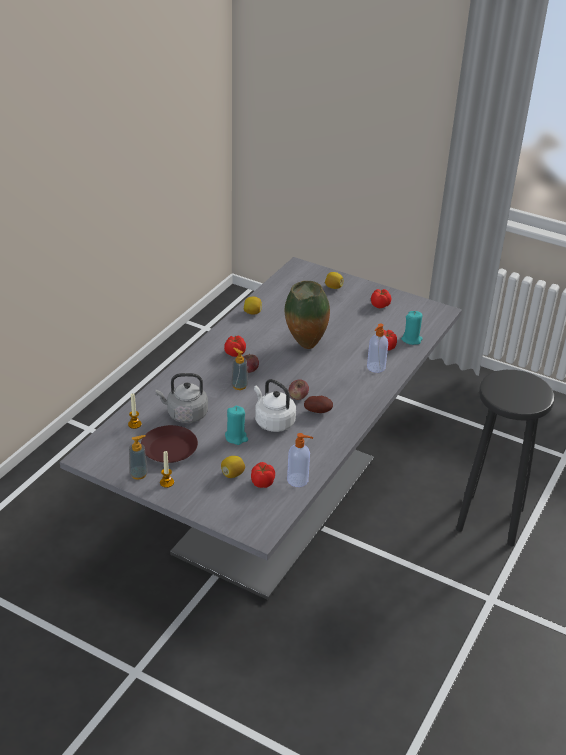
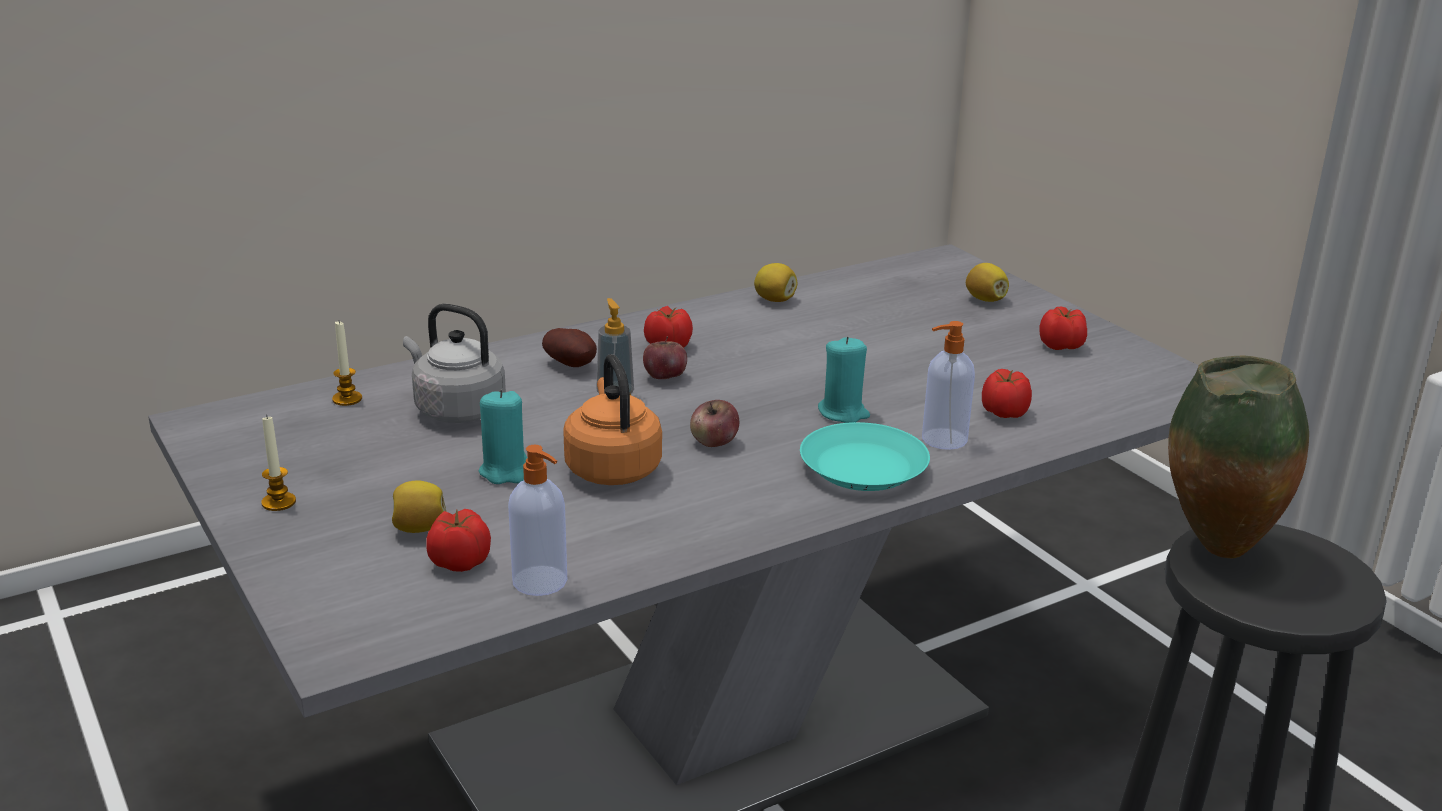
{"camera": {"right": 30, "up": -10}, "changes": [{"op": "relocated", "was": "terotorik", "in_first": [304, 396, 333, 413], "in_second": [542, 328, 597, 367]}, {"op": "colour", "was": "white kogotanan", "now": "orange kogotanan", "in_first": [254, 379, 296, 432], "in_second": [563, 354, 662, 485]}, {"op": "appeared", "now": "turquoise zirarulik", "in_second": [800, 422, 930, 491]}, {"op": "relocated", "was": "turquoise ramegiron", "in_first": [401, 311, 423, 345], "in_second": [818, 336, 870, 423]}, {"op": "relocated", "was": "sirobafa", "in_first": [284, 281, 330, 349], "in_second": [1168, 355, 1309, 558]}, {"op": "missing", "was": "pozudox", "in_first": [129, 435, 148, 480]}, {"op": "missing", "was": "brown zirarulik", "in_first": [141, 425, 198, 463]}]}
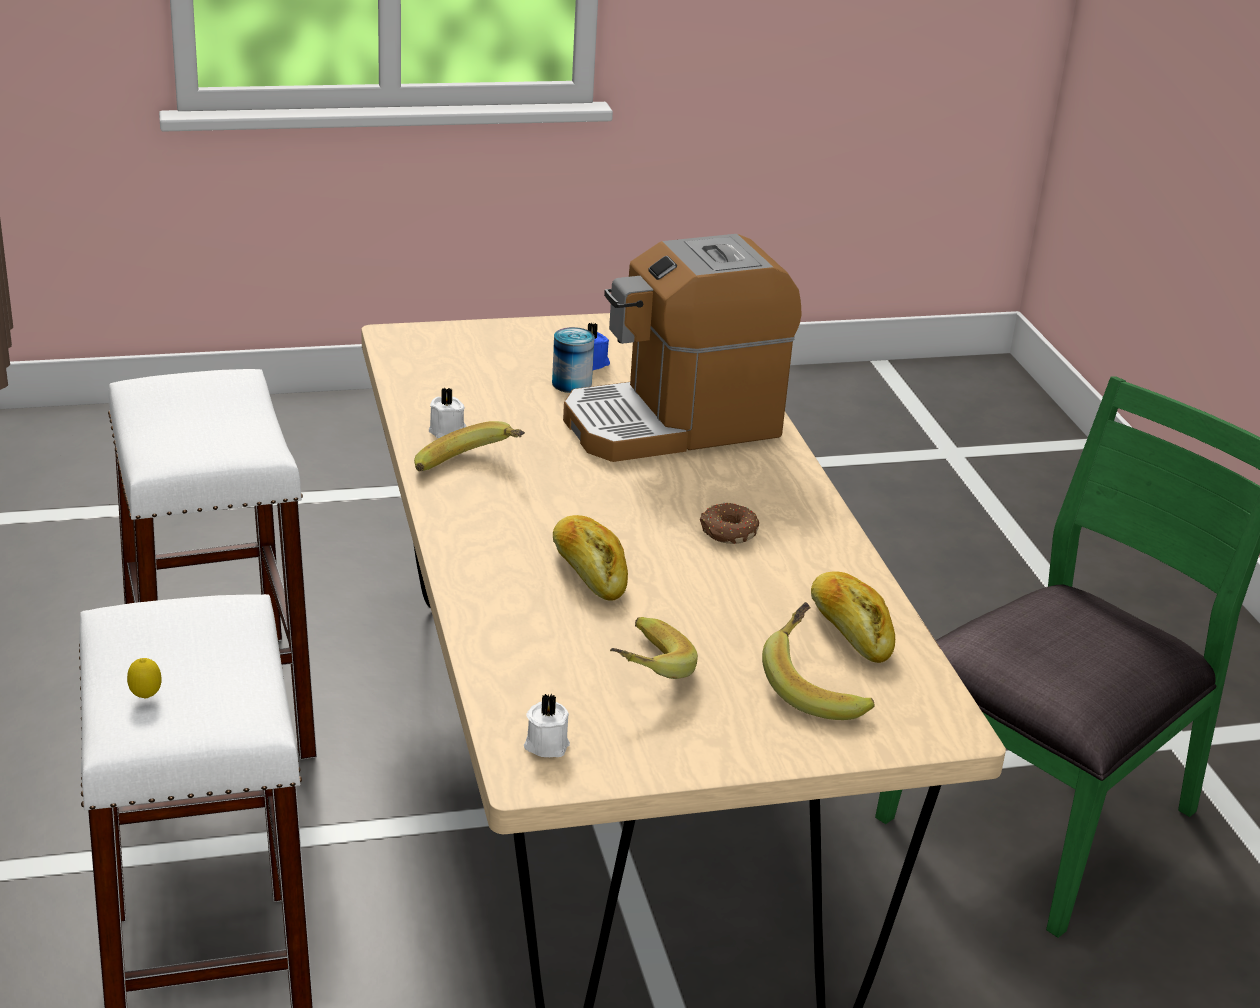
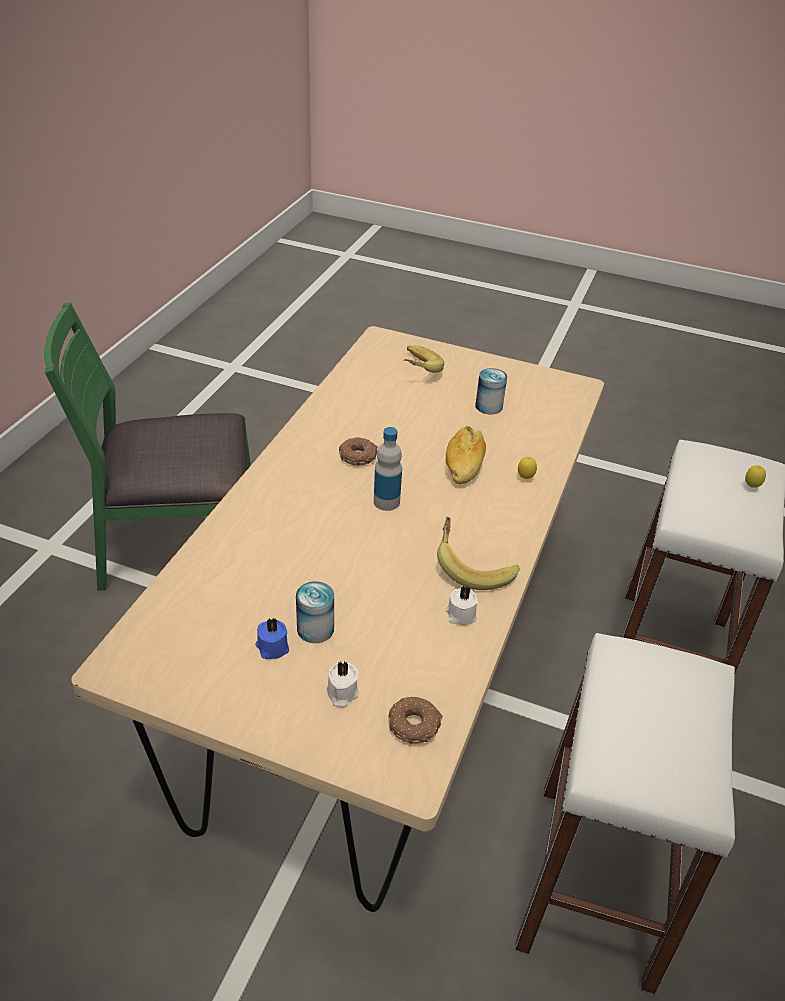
{"camera": {"right": -145, "up": 10}, "changes": [{"op": "relocated", "was": "white ramegiron", "in_first": [524, 694, 570, 757], "in_second": [326, 661, 359, 708]}, {"op": "appeared", "now": "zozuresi", "in_second": [374, 427, 402, 511]}, {"op": "appeared", "now": "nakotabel", "in_second": [388, 696, 443, 744]}, {"op": "exchanged", "was": "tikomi", "now": "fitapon", "in_first": [610, 617, 698, 679], "in_second": [475, 368, 507, 415]}, {"op": "appeared", "now": "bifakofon", "in_second": [518, 456, 537, 479]}, {"op": "missing", "was": "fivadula", "in_first": [563, 234, 802, 462]}, {"op": "missing", "was": "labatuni", "in_first": [811, 571, 895, 663]}]}
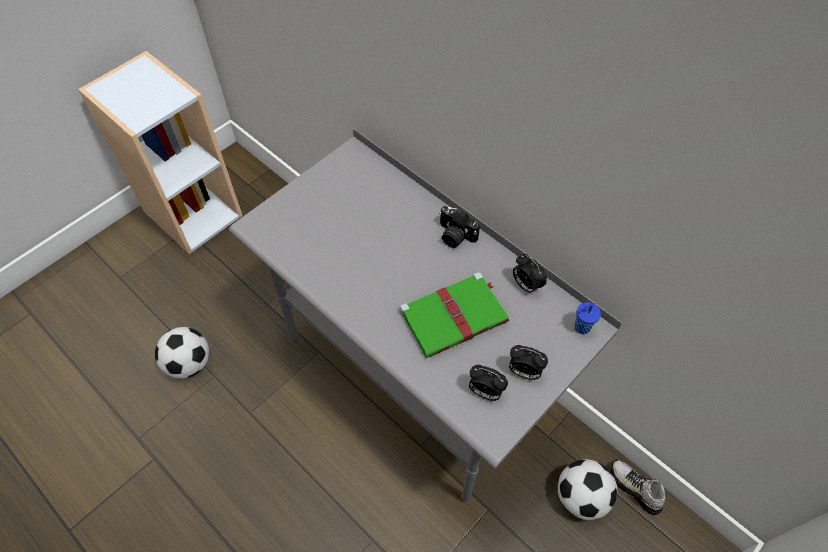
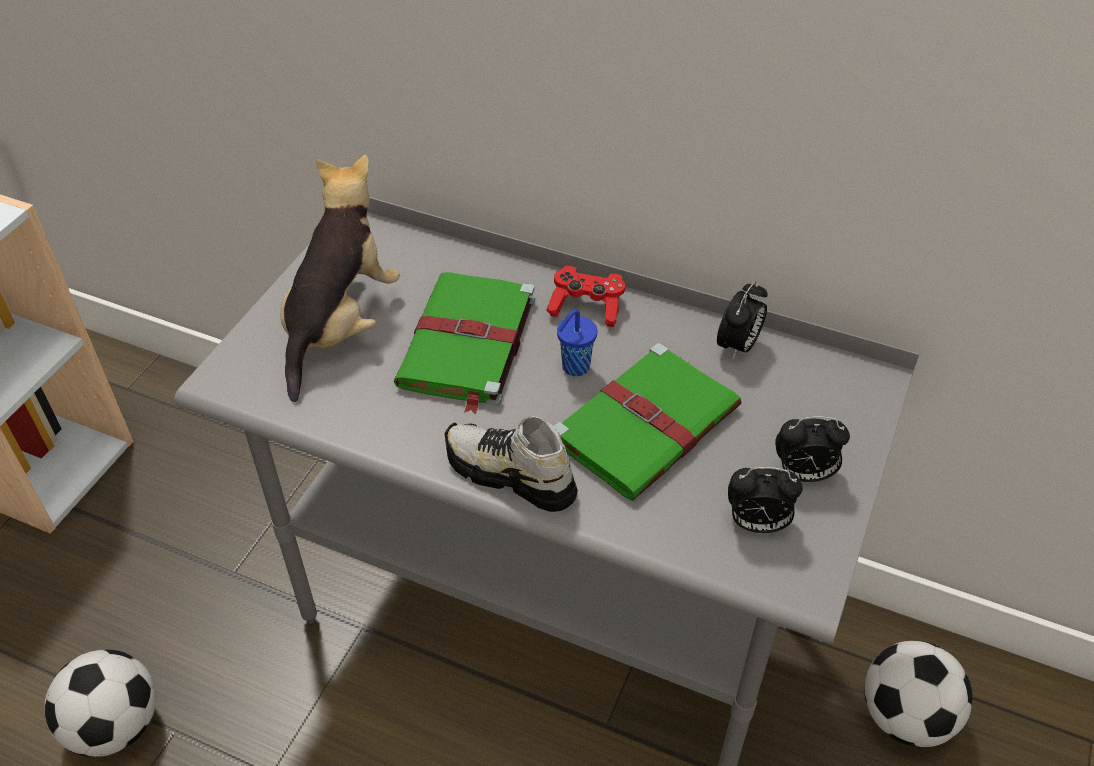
{"camera": {"right": -20, "up": -10}, "changes": [{"op": "appeared", "now": "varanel", "in_second": [280, 155, 400, 402]}, {"op": "appeared", "now": "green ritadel", "in_second": [393, 272, 535, 415]}, {"op": "relocated", "was": "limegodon", "in_first": [610, 459, 665, 515], "in_second": [445, 416, 578, 512]}, {"op": "exchanged", "was": "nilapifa", "now": "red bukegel", "in_first": [439, 206, 480, 248], "in_second": [546, 266, 625, 327]}, {"op": "relocated", "was": "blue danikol", "in_first": [574, 302, 601, 334], "in_second": [557, 309, 597, 376]}, {"op": "spun", "was": "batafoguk", "in_first": [513, 254, 547, 294], "in_second": [717, 281, 767, 360], "clockwise": -90}]}
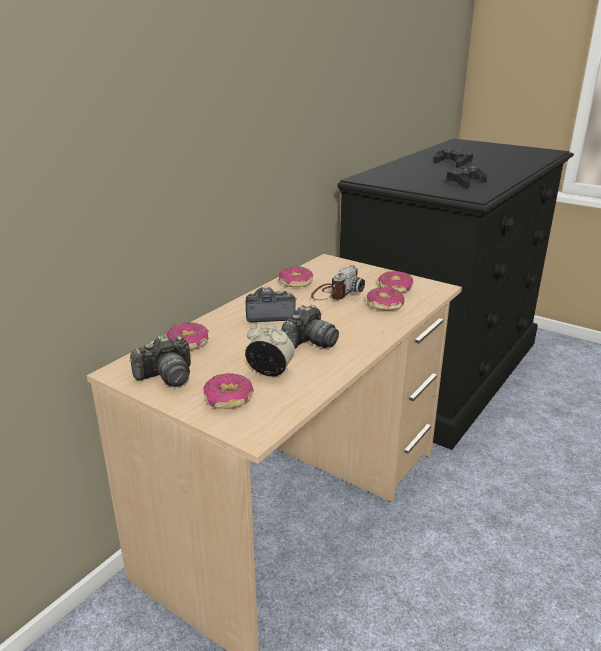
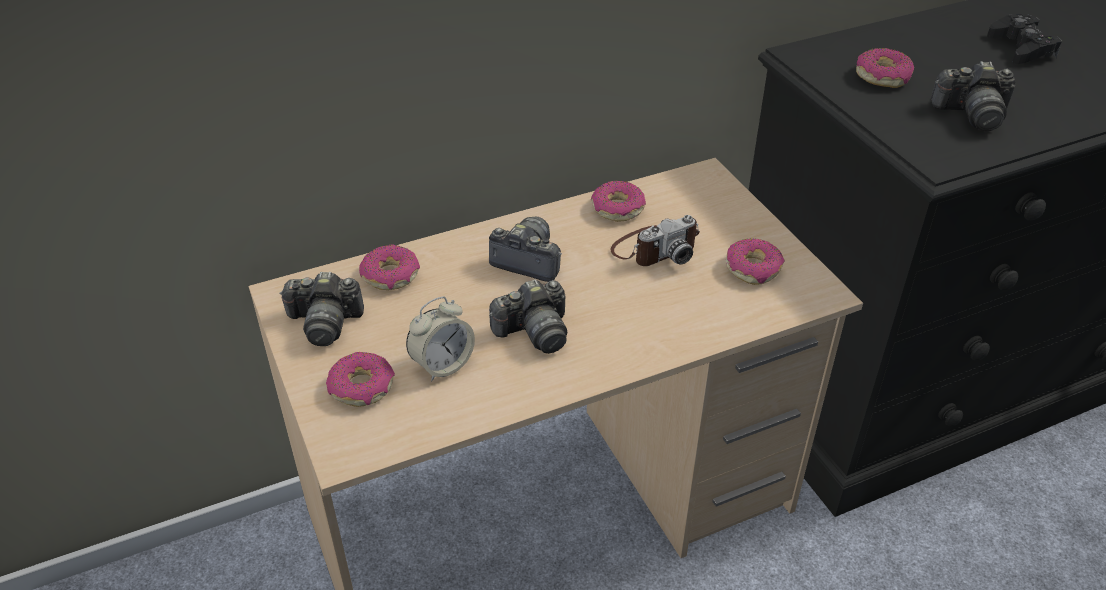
{"camera": {"right": 30, "up": 15}, "changes": [{"op": "spun", "was": "batafoguk", "in_first": [245, 322, 295, 376], "in_second": [406, 296, 475, 381], "clockwise": 90}, {"op": "relocated", "was": "nakotabel", "in_first": [367, 287, 405, 311], "in_second": [856, 48, 914, 88]}, {"op": "exchanged", "was": "black bukegel", "now": "nilapifa", "in_first": [445, 167, 487, 189], "in_second": [931, 61, 1015, 131]}]}
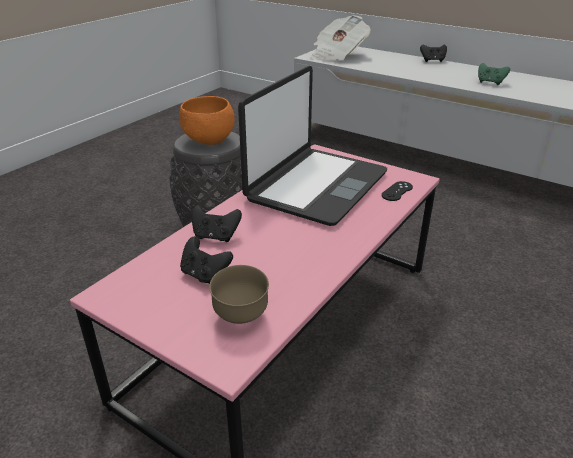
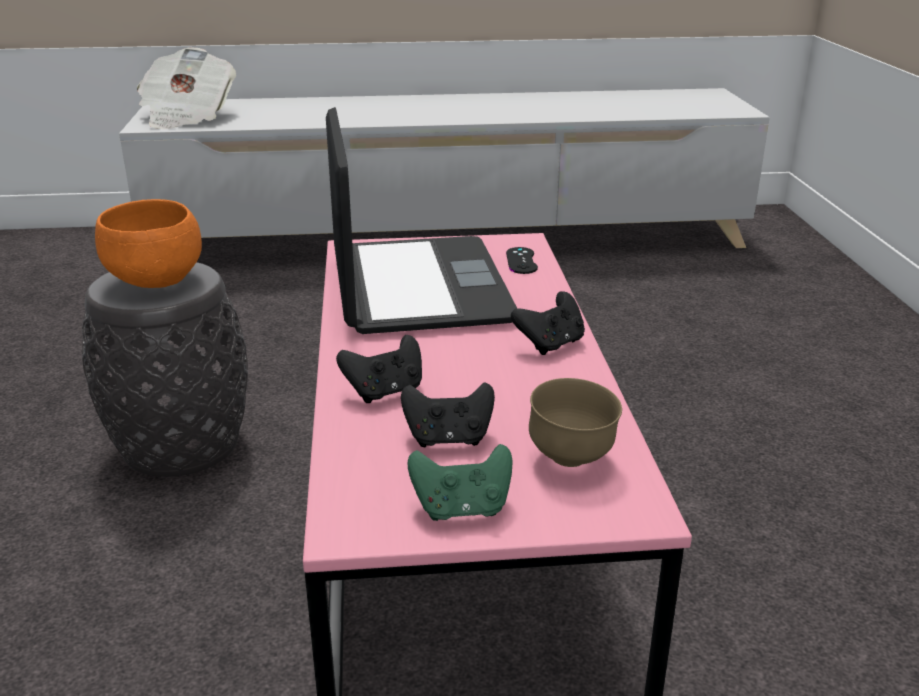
{"camera": {"right": -40, "up": -5}, "changes": [{"op": "relocated", "was": "green bukegel", "in_first": [478, 63, 510, 85], "in_second": [408, 444, 513, 521]}, {"op": "relocated", "was": "black bukegel", "in_first": [420, 45, 447, 62], "in_second": [511, 291, 585, 355]}]}
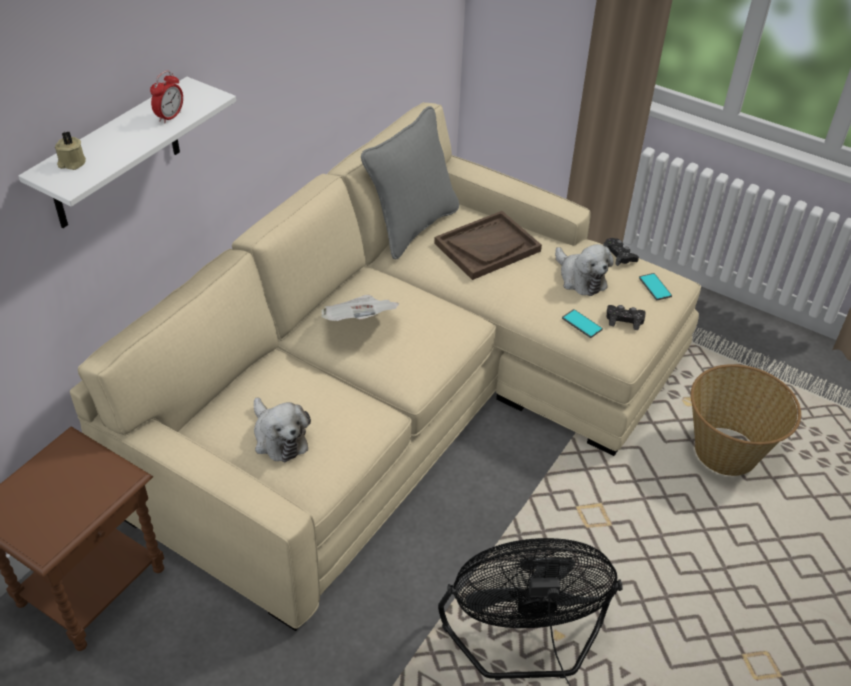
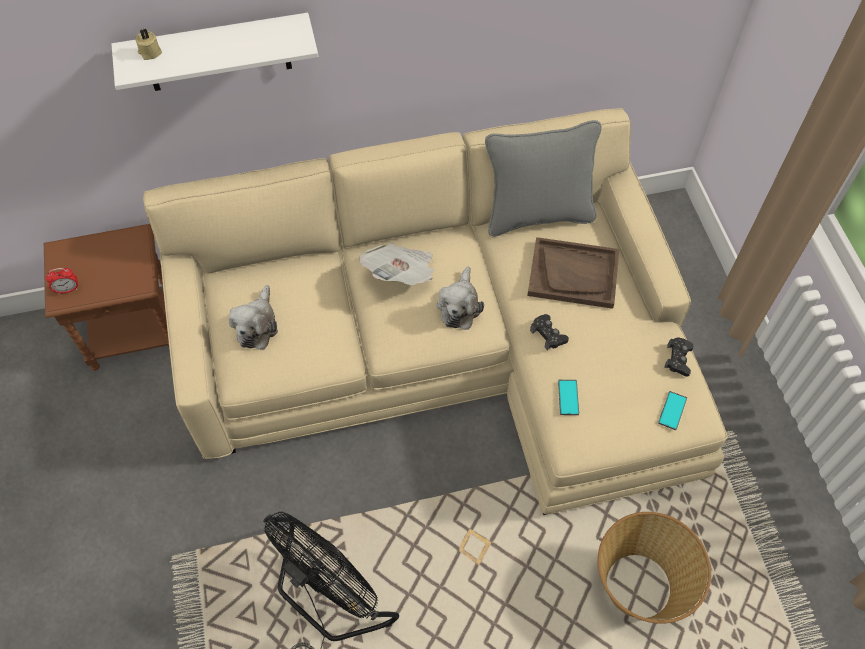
{"camera": {"right": 45, "up": 15}, "changes": [{"op": "relocated", "was": "batafoguk", "in_first": [150, 71, 183, 124], "in_second": [46, 268, 78, 294]}, {"op": "relocated", "was": "varanel", "in_first": [555, 244, 614, 296], "in_second": [436, 267, 484, 330]}, {"op": "relocated", "was": "black bukegel", "in_first": [606, 305, 646, 330], "in_second": [530, 314, 569, 350]}]}
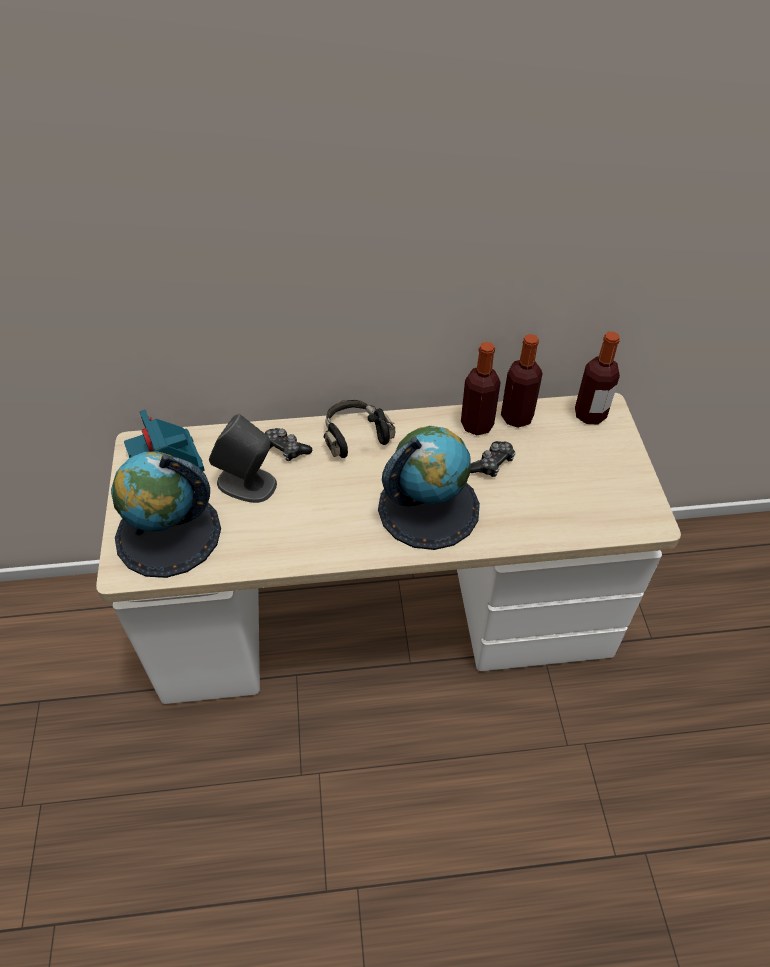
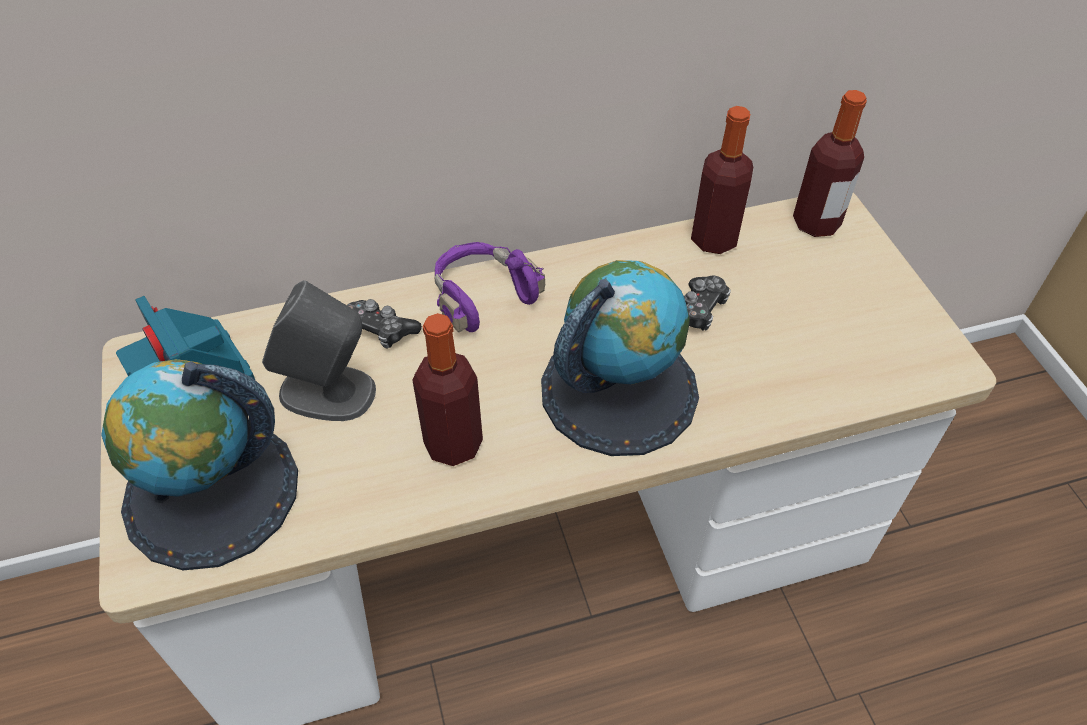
{"camera": {"right": -10, "up": 0}, "changes": [{"op": "relocated", "was": "zozuresi", "in_first": [461, 342, 501, 435], "in_second": [412, 313, 483, 466]}, {"op": "colour", "was": "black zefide", "now": "purple zefide", "in_first": [323, 400, 395, 458], "in_second": [434, 242, 545, 332]}]}
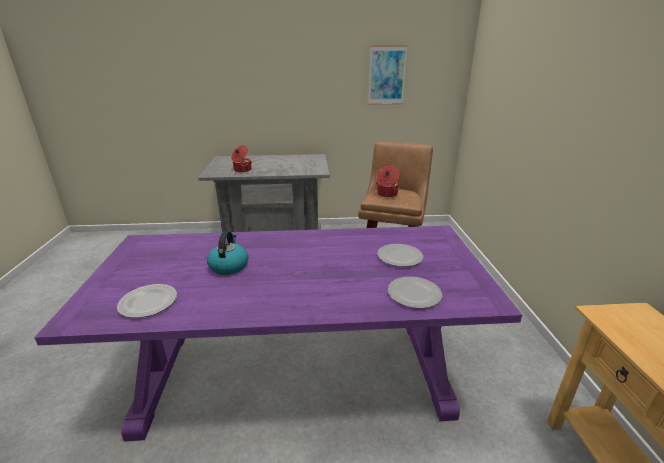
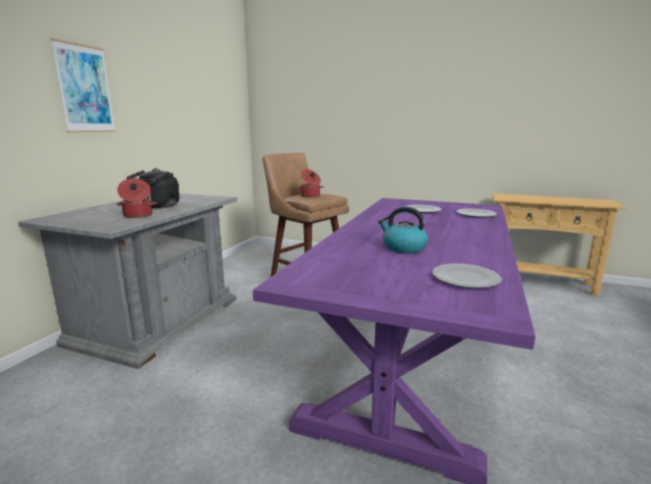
{"camera": {"right": -65, "up": -10}, "changes": [{"op": "relocated", "was": "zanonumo", "in_first": [368, 46, 407, 105], "in_second": [51, 38, 116, 132]}, {"op": "appeared", "now": "black kogotanan", "in_second": [127, 168, 179, 208]}]}
